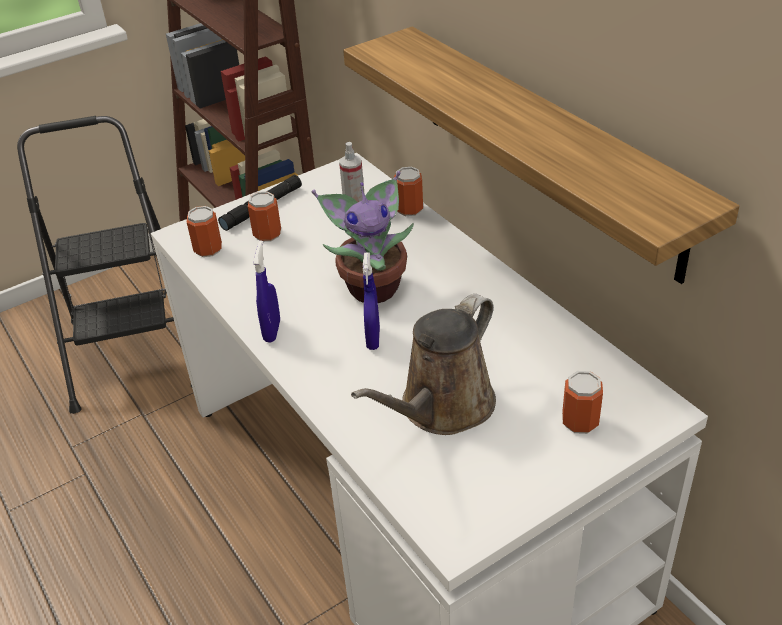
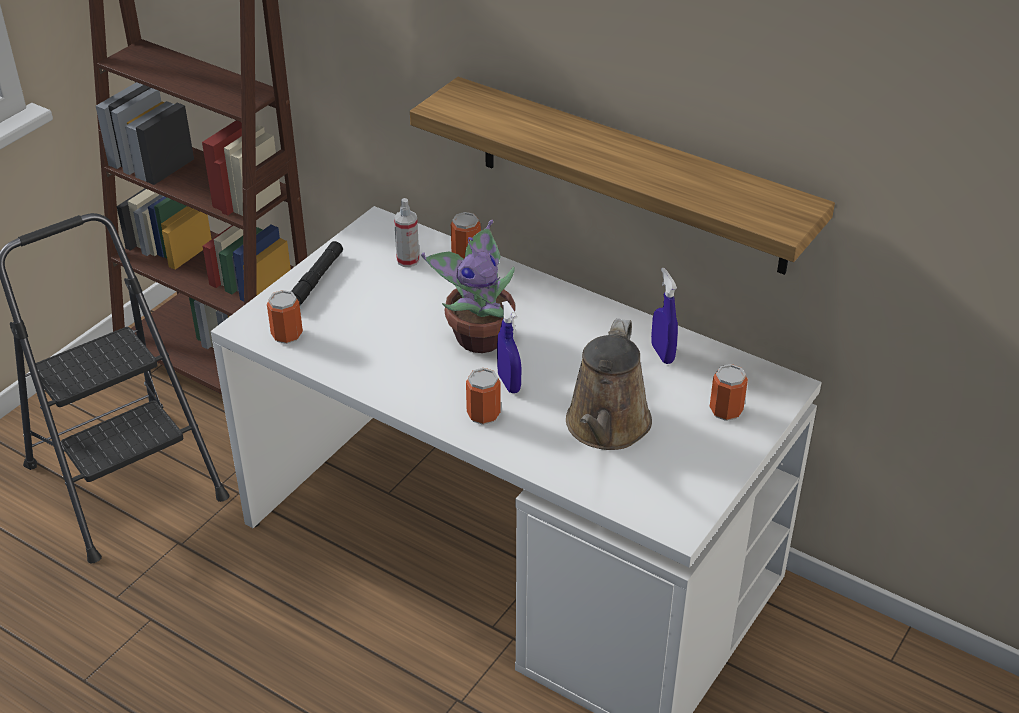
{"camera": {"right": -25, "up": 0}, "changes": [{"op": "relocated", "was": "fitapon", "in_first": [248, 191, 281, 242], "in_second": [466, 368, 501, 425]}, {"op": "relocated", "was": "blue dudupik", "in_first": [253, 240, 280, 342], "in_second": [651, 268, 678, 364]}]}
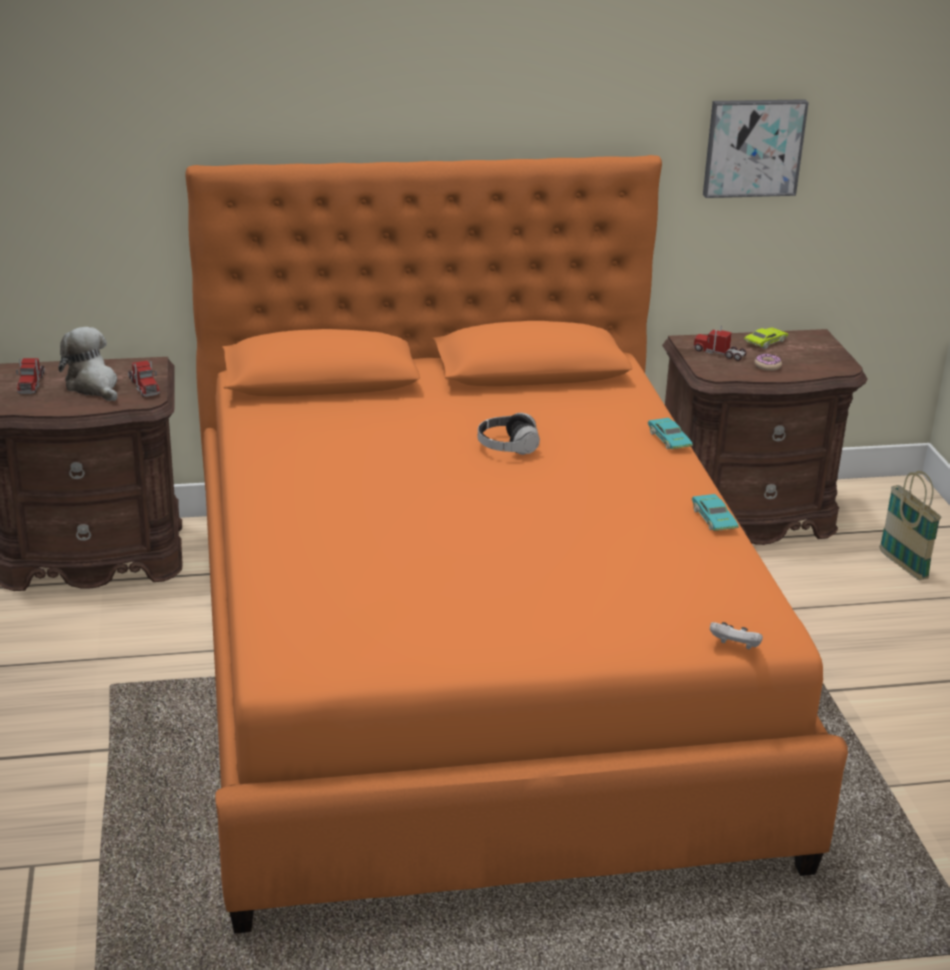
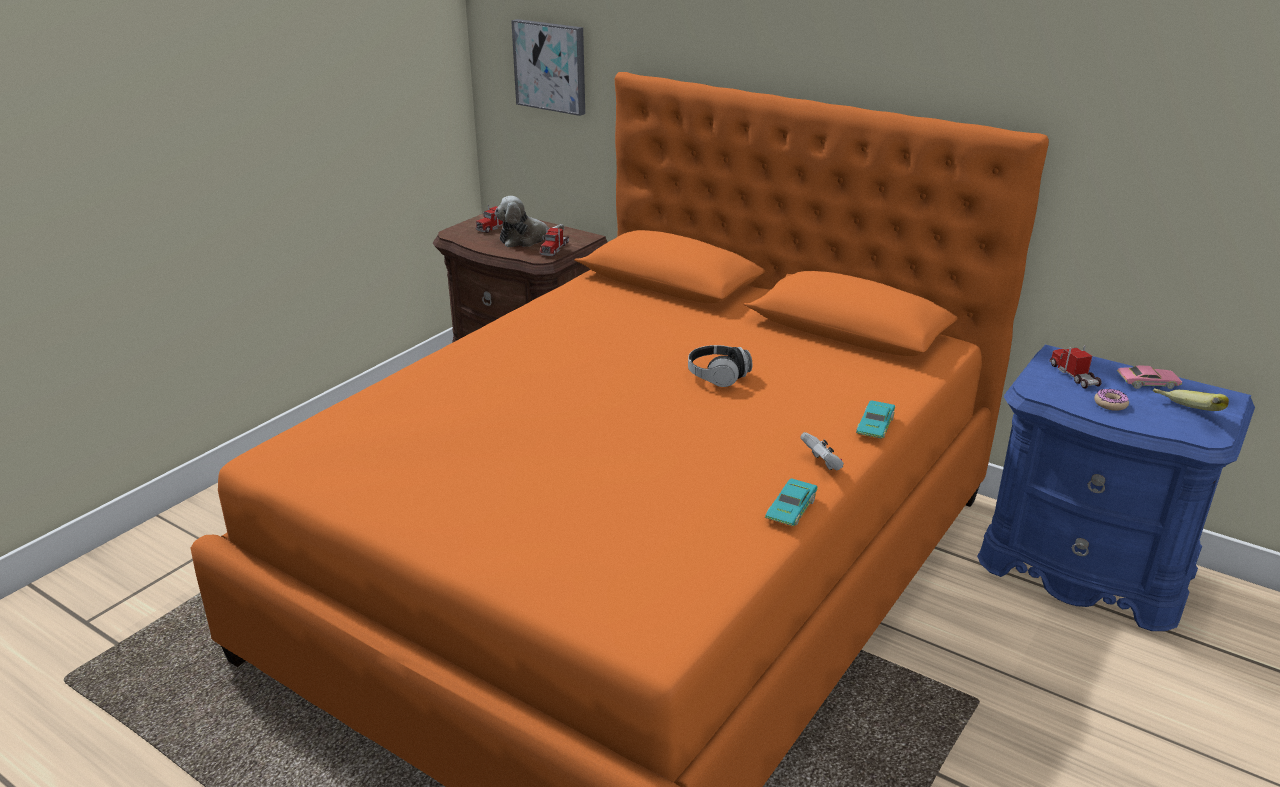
{"camera": {"right": 45, "up": 0}, "changes": [{"op": "spun", "was": "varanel", "in_first": [58, 327, 117, 401], "in_second": [495, 196, 564, 247], "clockwise": -120}, {"op": "relocated", "was": "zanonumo", "in_first": [703, 99, 809, 198], "in_second": [511, 19, 585, 116]}, {"op": "relocated", "was": "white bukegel", "in_first": [710, 622, 763, 650], "in_second": [800, 432, 844, 470]}, {"op": "colour", "was": "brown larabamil", "now": "blue larabamil", "in_first": [662, 329, 868, 545], "in_second": [977, 344, 1255, 631]}, {"op": "colour", "was": "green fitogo", "now": "pink fitogo", "in_first": [744, 328, 788, 349], "in_second": [1117, 365, 1182, 389]}, {"op": "appeared", "now": "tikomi", "in_second": [1153, 388, 1229, 411]}, {"op": "missing", "was": "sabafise", "in_first": [879, 471, 941, 580]}]}
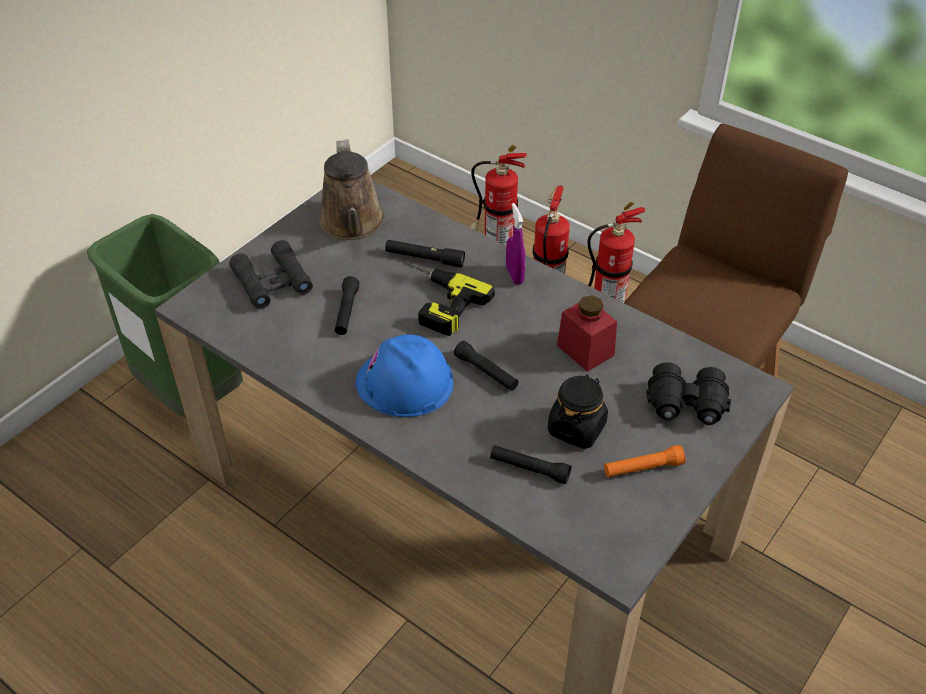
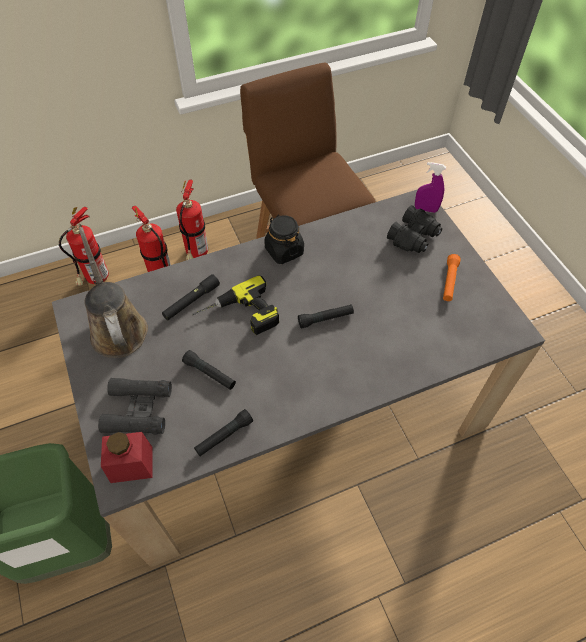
{"camera": {"right": -60, "up": 10}, "changes": [{"op": "spun", "was": "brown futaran", "in_first": [319, 139, 384, 240], "in_second": [79, 227, 148, 358], "clockwise": -135}, {"op": "relocated", "was": "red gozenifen", "in_first": [557, 295, 617, 372], "in_second": [101, 432, 152, 483]}, {"op": "relocated", "was": "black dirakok", "in_first": [490, 445, 571, 484], "in_second": [194, 409, 253, 457]}, {"op": "relocated", "was": "black gozenifen", "in_first": [548, 374, 608, 449], "in_second": [264, 215, 304, 264]}, {"op": "relocated", "was": "purple dudupik", "in_first": [506, 203, 525, 285], "in_second": [415, 162, 446, 213]}, {"op": "missing", "was": "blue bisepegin", "in_first": [356, 334, 453, 417]}]}
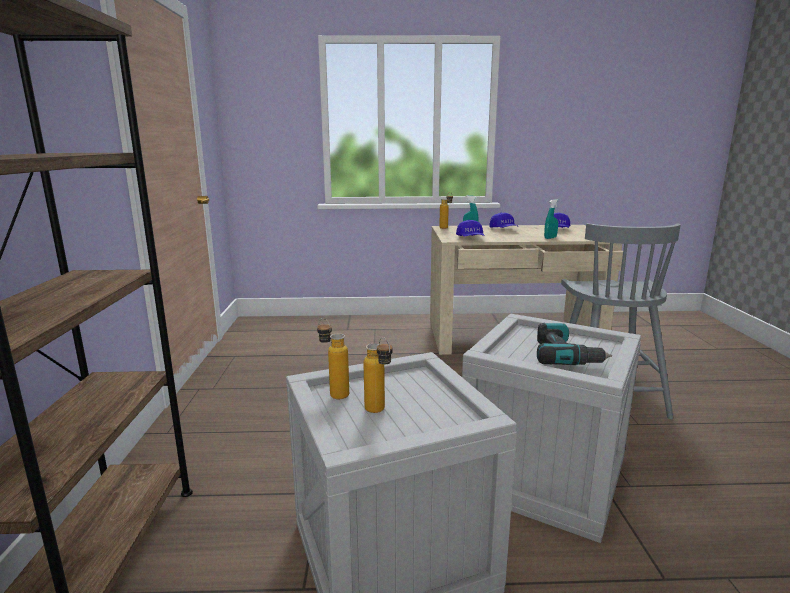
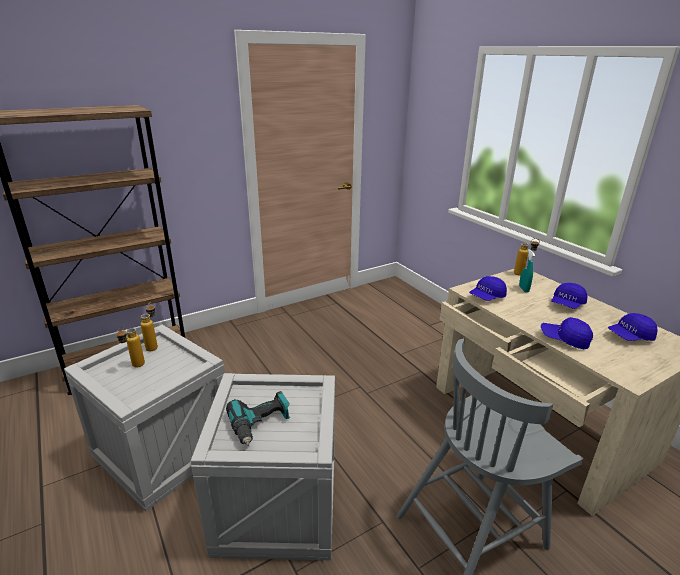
{"camera": {"right": 60, "up": 10}, "changes": [{"op": "exchanged", "was": "turquoise dudupik", "now": "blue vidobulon", "in_first": [544, 199, 559, 239], "in_second": [541, 317, 593, 349]}]}
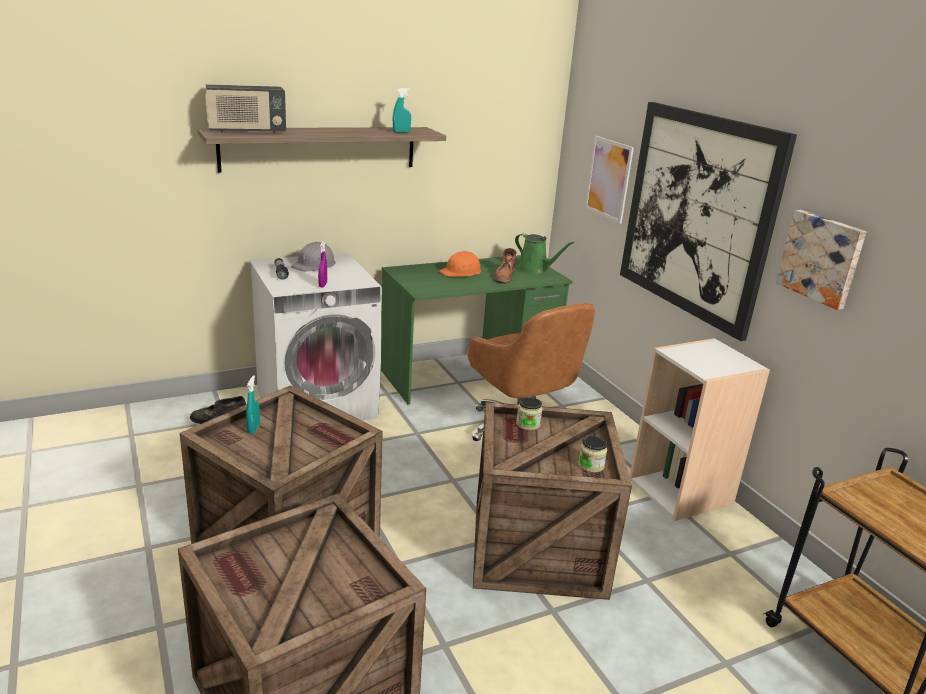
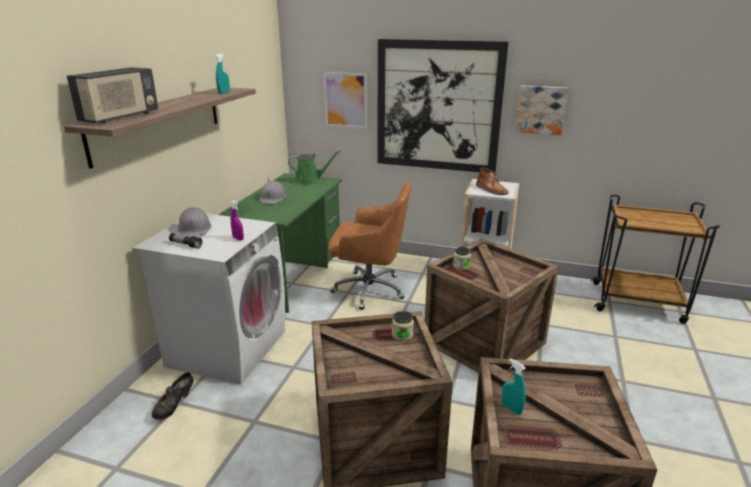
{"camera": {"right": -45, "up": 0}, "changes": [{"op": "colour", "was": "orange bisepegin", "now": "grey bisepegin", "in_first": [439, 251, 481, 277], "in_second": [260, 181, 287, 204]}, {"op": "relocated", "was": "gozenifen", "in_first": [578, 436, 607, 473], "in_second": [392, 311, 414, 341]}, {"op": "relocated", "was": "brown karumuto", "in_first": [494, 248, 516, 284], "in_second": [476, 168, 509, 195]}, {"op": "relocated", "was": "turquoise dudupik", "in_first": [246, 375, 260, 434], "in_second": [502, 358, 526, 415]}]}
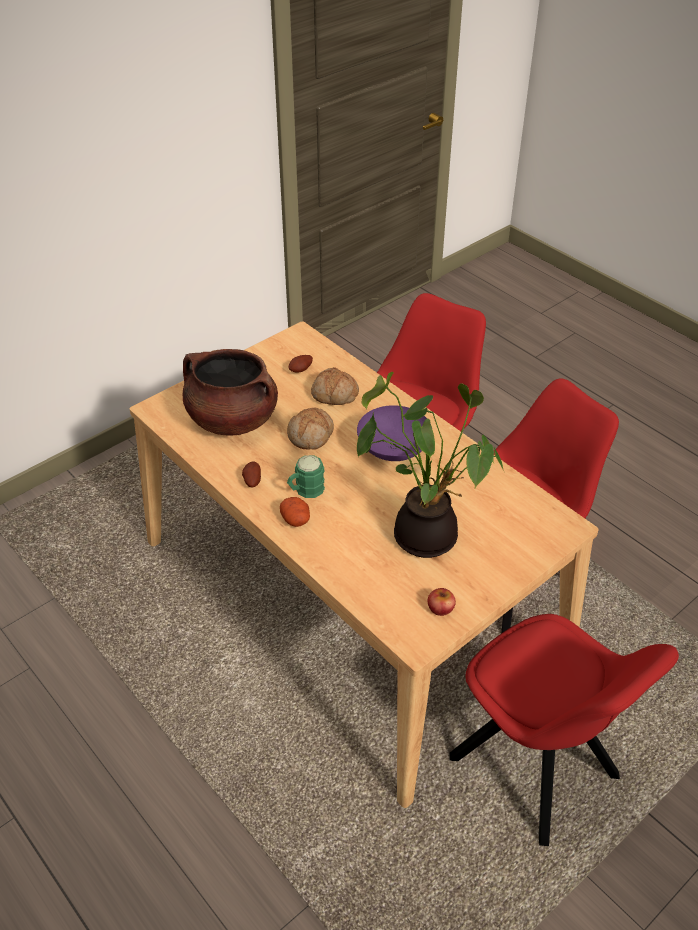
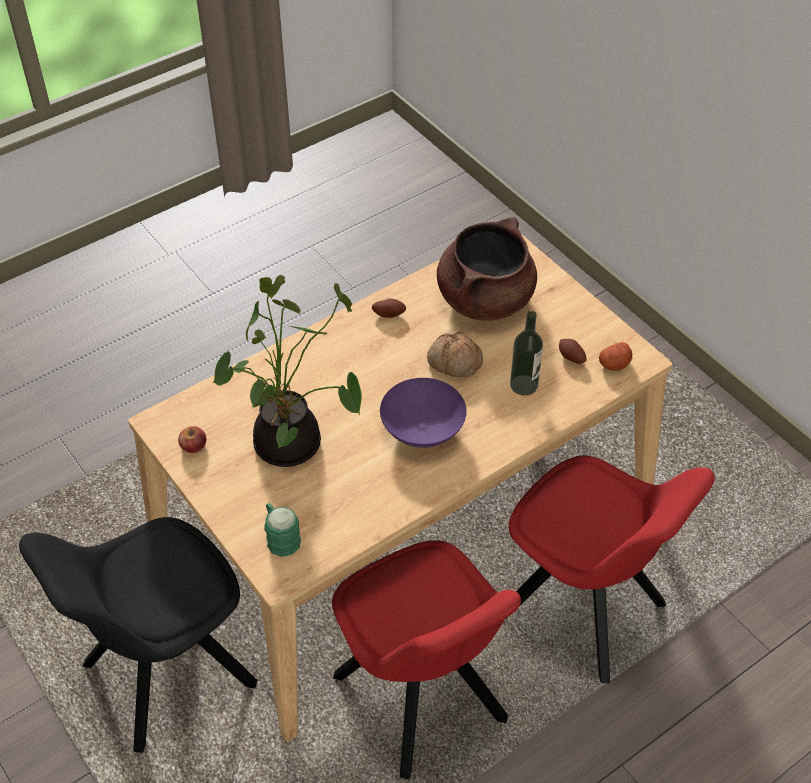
{"camera": {"right": 95, "up": 5}, "changes": [{"op": "colour", "was": "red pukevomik", "now": "black pukevomik", "in_first": [449, 614, 679, 846], "in_second": [19, 517, 258, 753]}, {"op": "relocated", "was": "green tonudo", "in_first": [287, 455, 325, 498], "in_second": [265, 503, 301, 557]}, {"op": "exchanged", "was": "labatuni", "now": "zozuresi", "in_first": [311, 367, 359, 405], "in_second": [510, 311, 543, 396]}, {"op": "relocated", "was": "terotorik", "in_first": [280, 497, 310, 527], "in_second": [599, 342, 632, 371]}]}
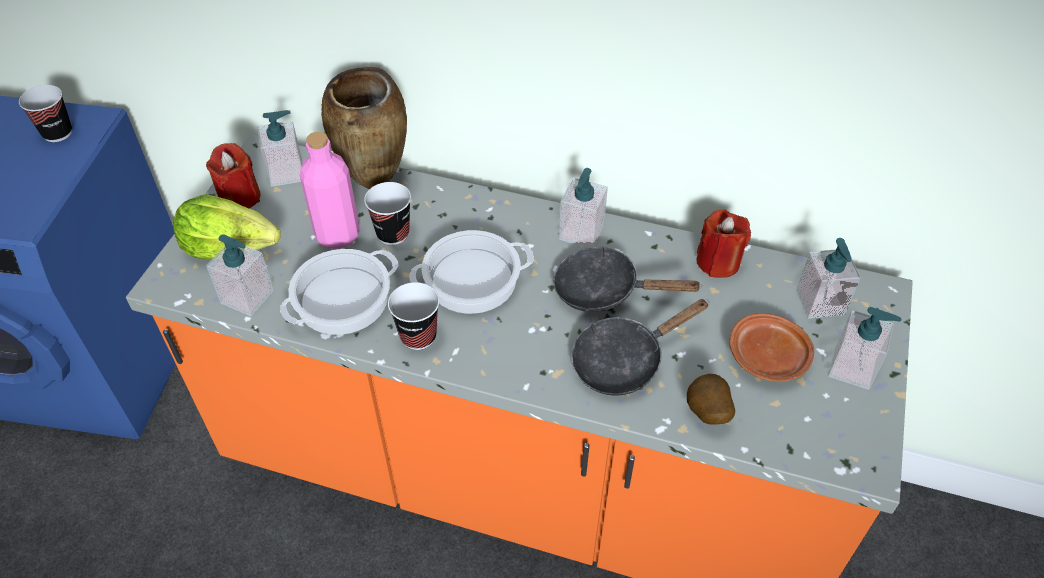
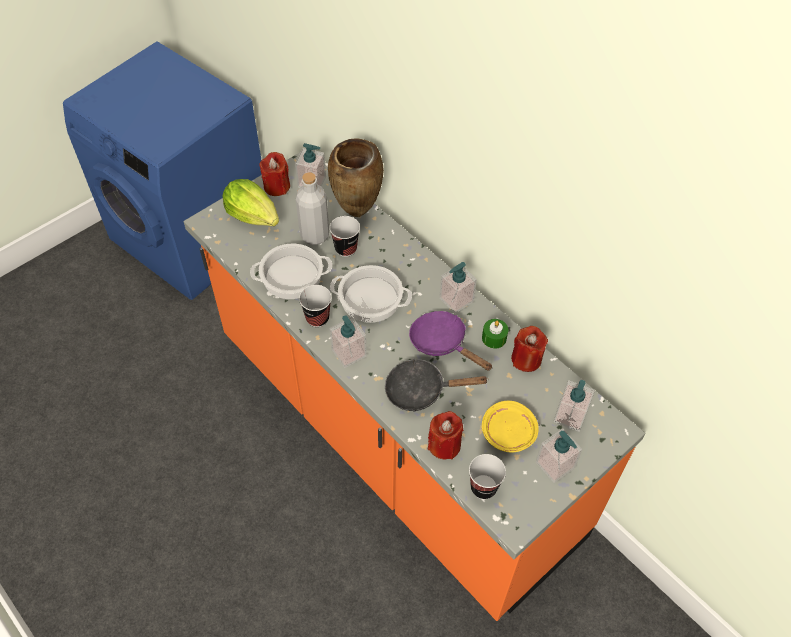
{"camera": {"right": 30, "up": 5}, "changes": [{"op": "colour", "was": "pink zozuresi", "now": "grey zozuresi", "in_first": [300, 132, 360, 249], "in_second": [296, 172, 329, 245]}, {"op": "relocated", "was": "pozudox", "in_first": [206, 234, 274, 316], "in_second": [330, 315, 367, 368]}, {"op": "colour", "was": "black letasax", "now": "purple letasax", "in_first": [553, 246, 702, 312], "in_second": [409, 311, 493, 371]}, {"op": "exchanged", "was": "terotorik", "now": "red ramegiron", "in_first": [687, 374, 735, 425], "in_second": [428, 411, 463, 460]}, {"op": "relocated", "was": "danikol", "in_first": [19, 85, 72, 142], "in_second": [469, 454, 506, 499]}, {"op": "appeared", "now": "green ramegiron", "in_second": [482, 319, 508, 349]}, {"op": "colour", "was": "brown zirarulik", "now": "yellow zirarulik", "in_first": [729, 313, 814, 382], "in_second": [482, 401, 539, 452]}]}
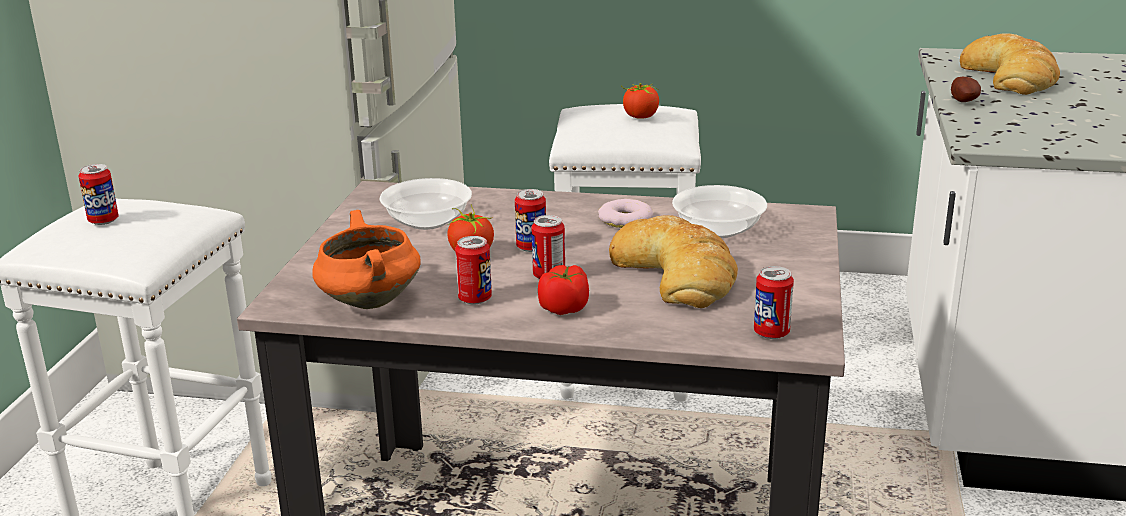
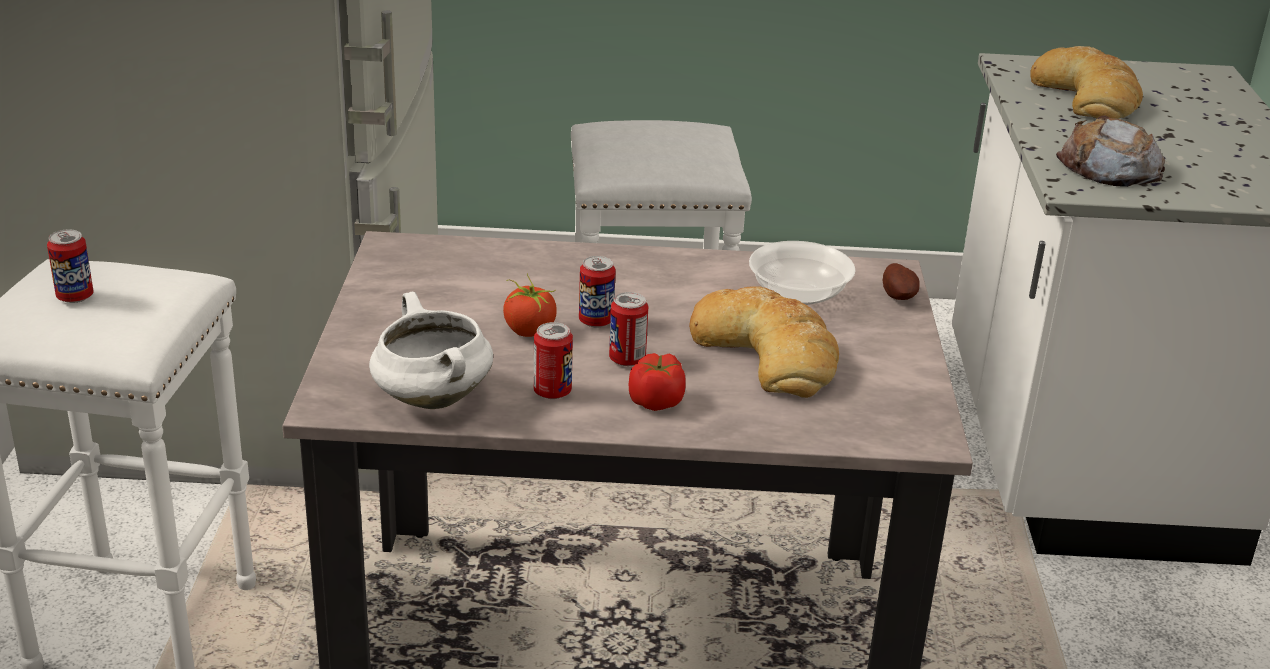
{"camera": {"right": -10, "up": 5}, "changes": [{"op": "colour", "was": "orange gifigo", "now": "white gifigo", "in_first": [312, 210, 420, 309], "in_second": [369, 292, 493, 409]}, {"op": "relocated", "was": "terotorik", "in_first": [951, 77, 981, 102], "in_second": [883, 263, 920, 300]}, {"op": "appeared", "now": "labatuni", "in_second": [1056, 116, 1165, 187]}, {"op": "missing", "was": "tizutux", "in_first": [380, 178, 472, 230]}, {"op": "missing", "was": "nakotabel", "in_first": [598, 199, 653, 228]}, {"op": "missing", "was": "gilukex", "in_first": [621, 83, 659, 119]}, {"op": "missing", "was": "fitapon", "in_first": [754, 266, 794, 339]}]}
